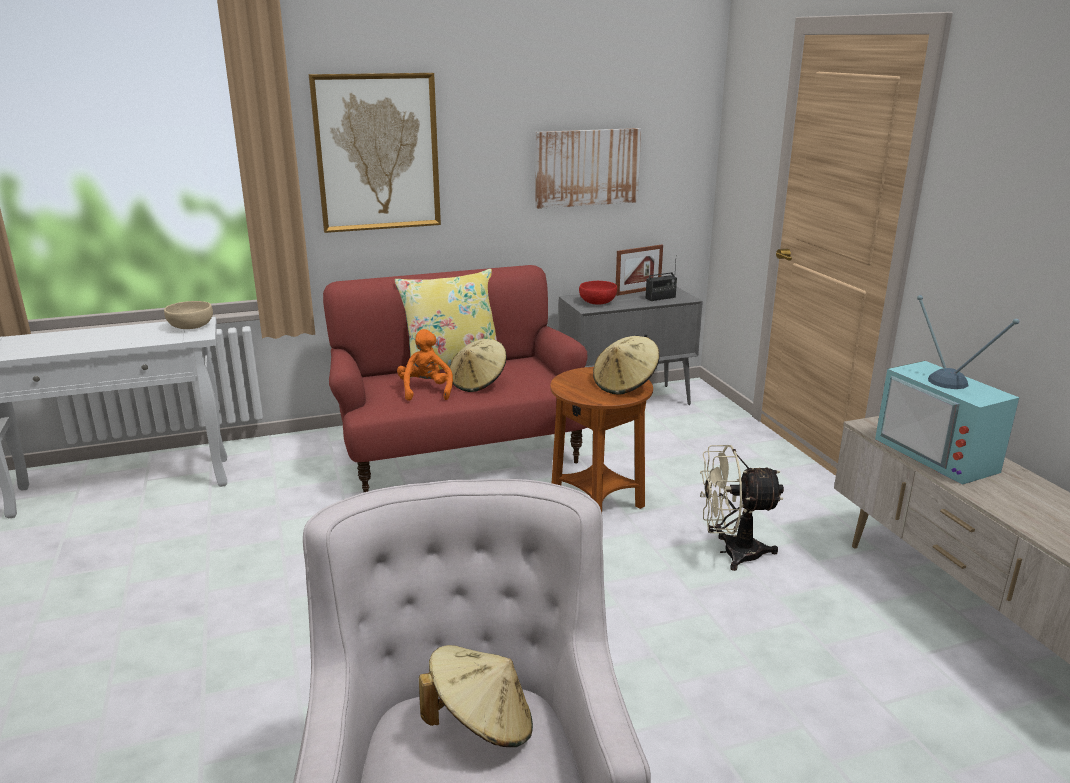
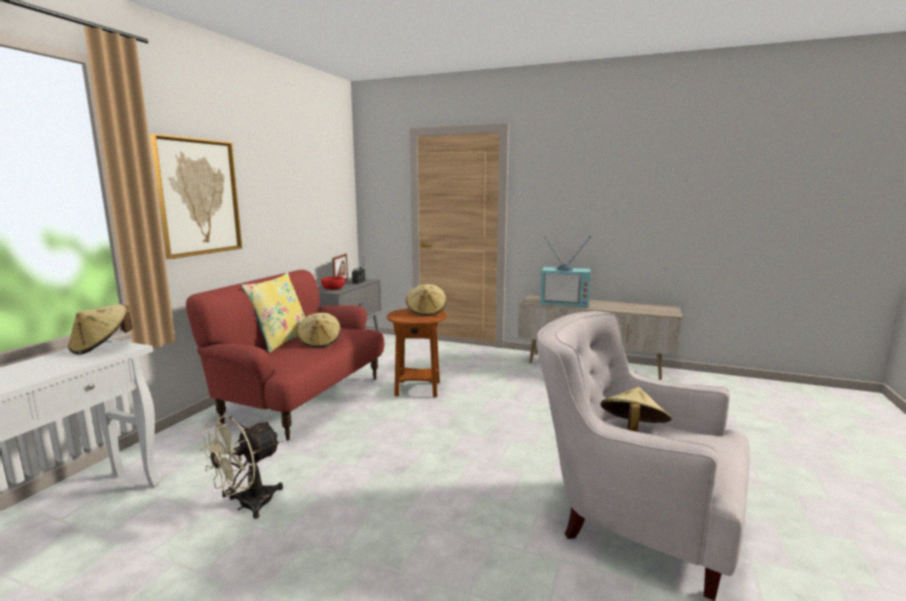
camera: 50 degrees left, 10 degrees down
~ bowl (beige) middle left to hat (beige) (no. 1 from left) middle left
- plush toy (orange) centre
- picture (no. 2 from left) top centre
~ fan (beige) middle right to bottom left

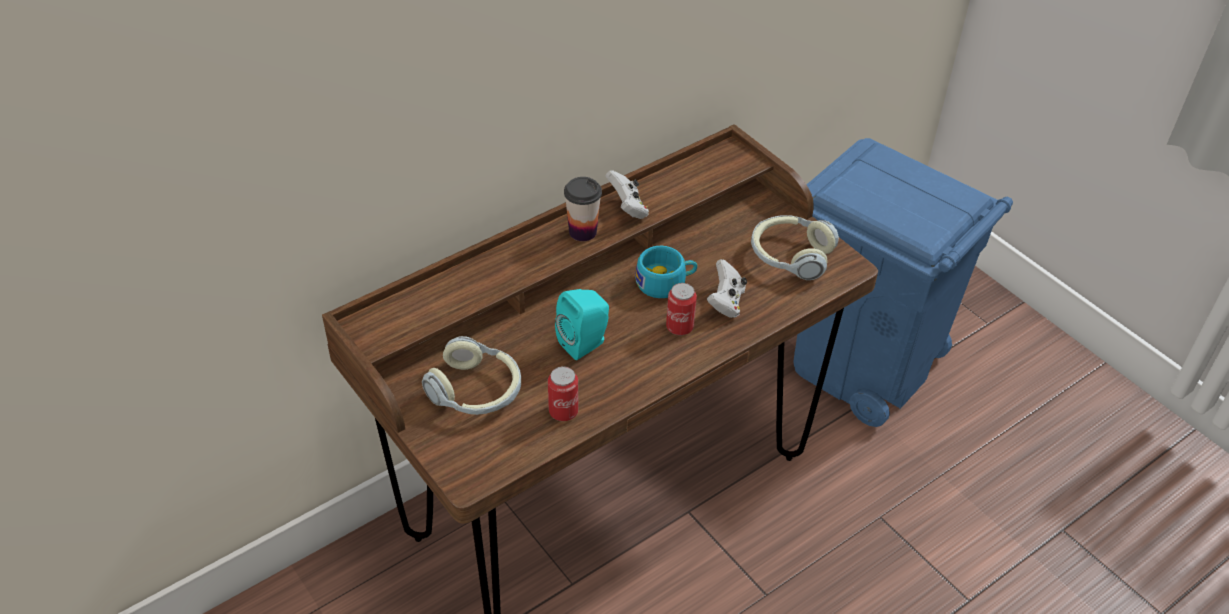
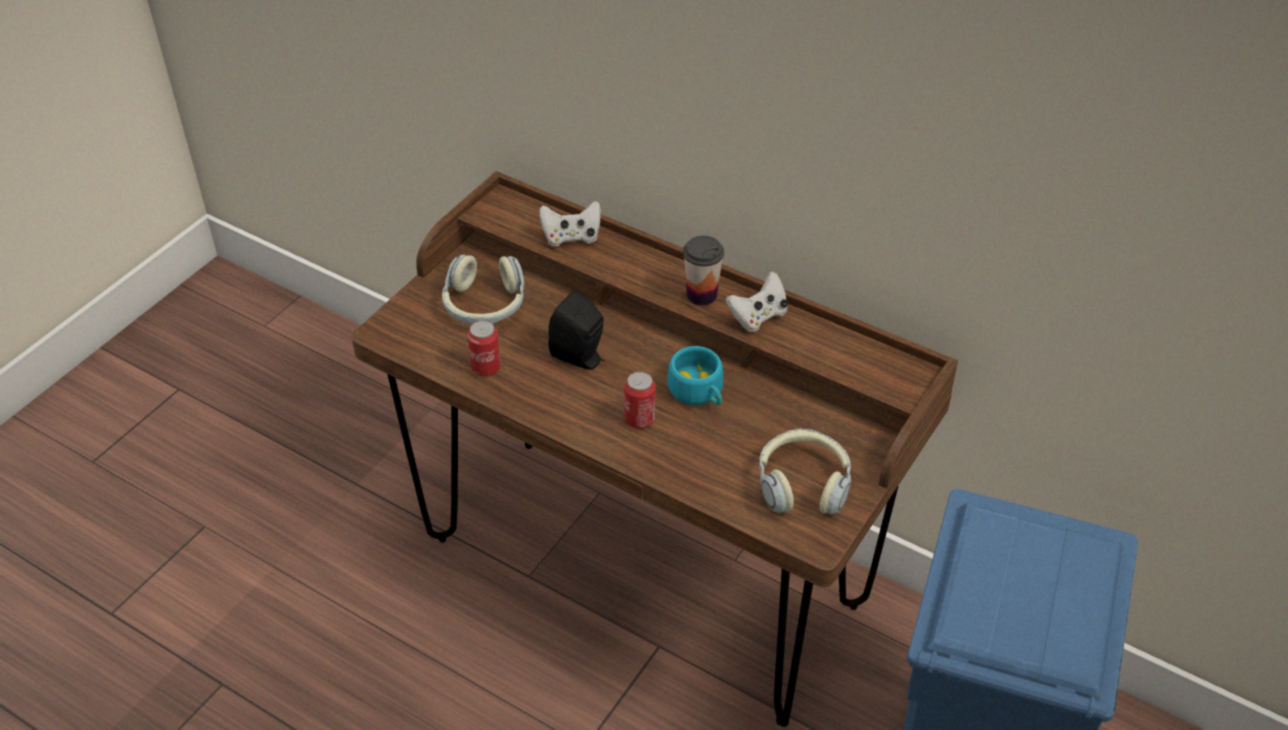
camera: 70 degrees right, 0 degrees up
~ speaker (turquoise) centre to speaker (black) centre
~ game controller (white) (no. 2 from left in the first image) centre to game controller (white) (no. 1 from left) top centre

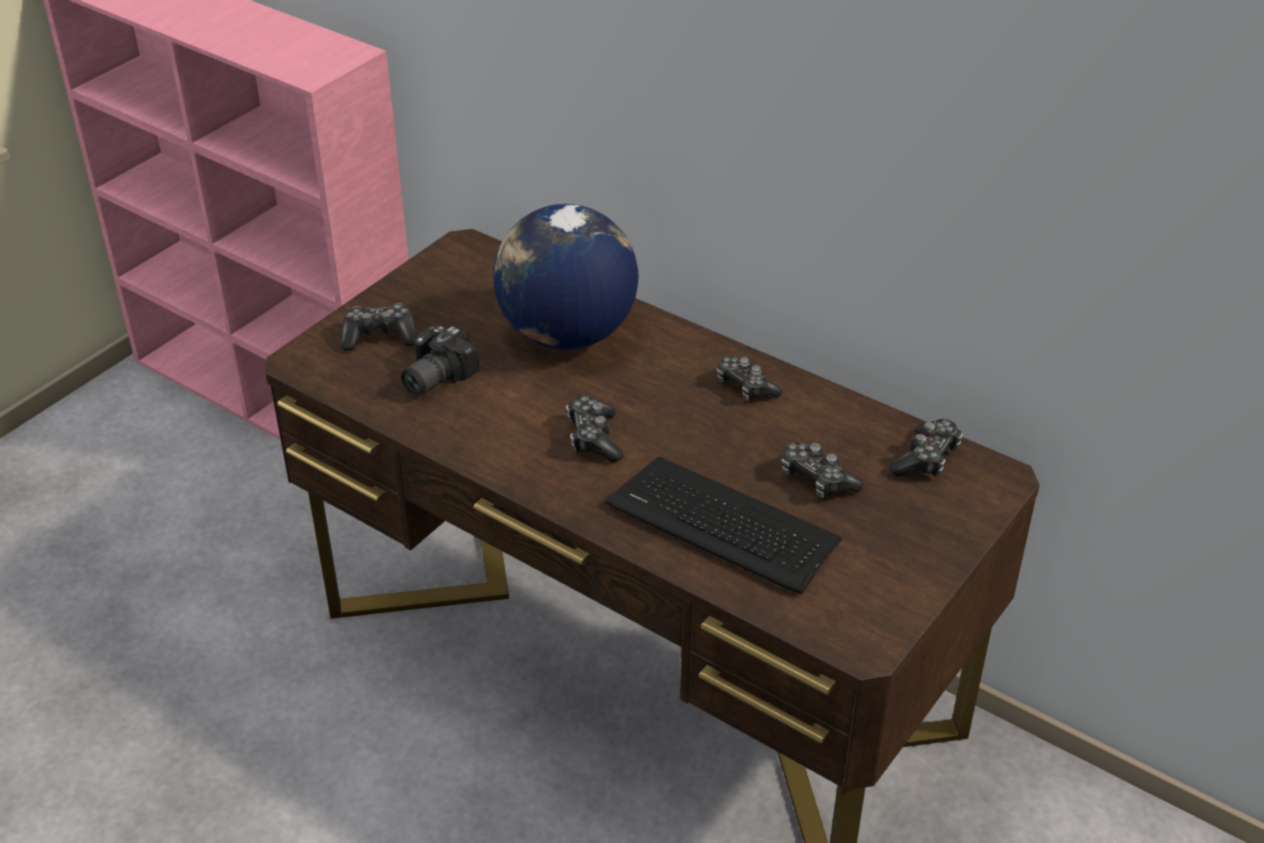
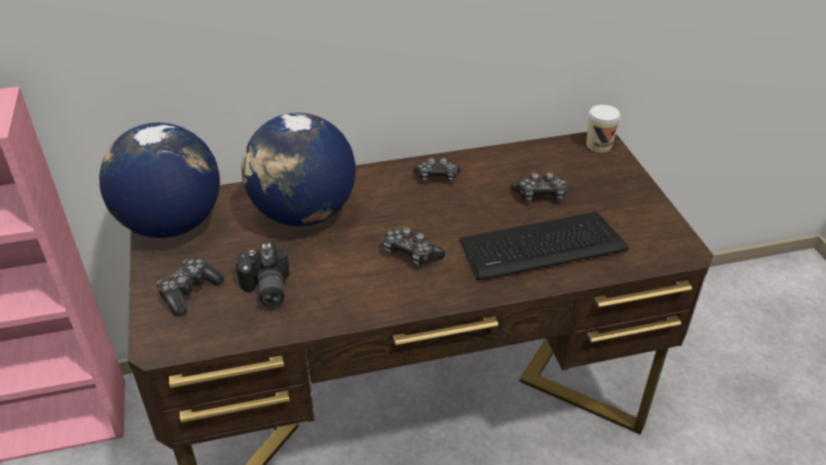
camera: 50 degrees left, 0 degrees up
- game controller (no. 5 from left) middle right
+ globe (no. 1 from left) middle left
+ cup top right

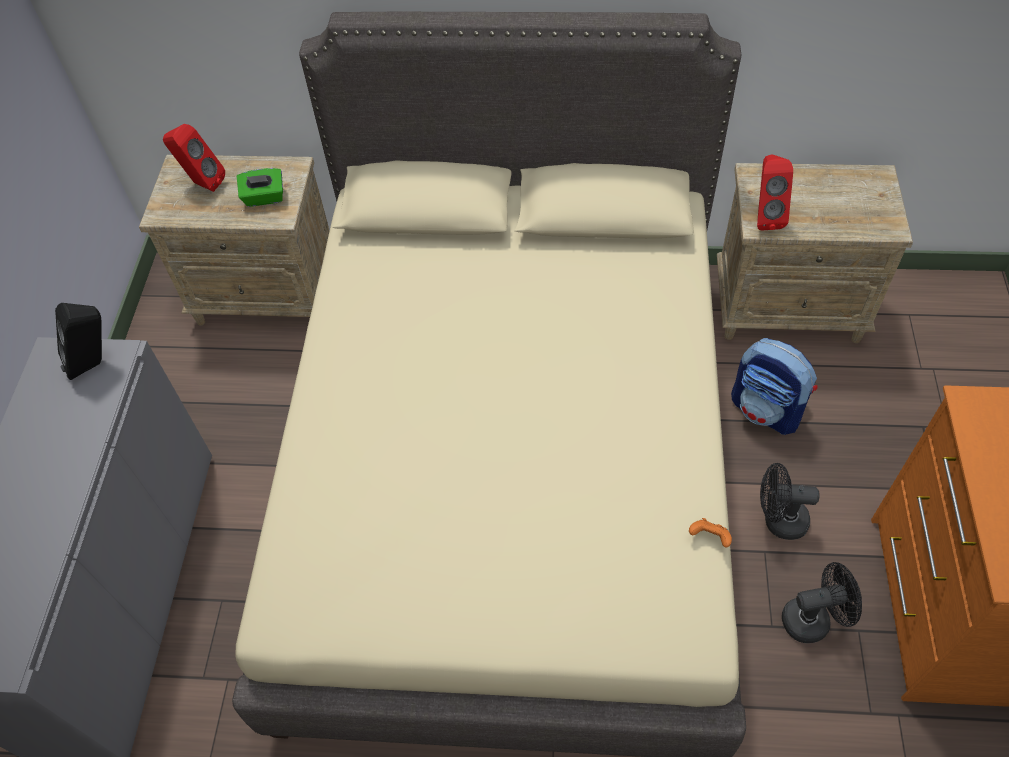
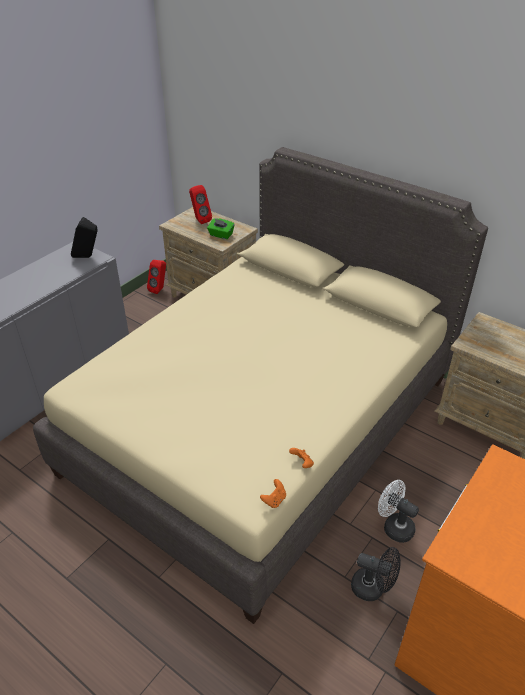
camera: 30 degrees right, 15 degrees down
- backpack middle right
~ speaker (red) (no. 2 from left in the first image) top right to speaker (red) (no. 1 from left) middle left
~ fan (black) (no. 1 from left) middle right to fan (white) bottom right
+ game controller (orange) (no. 1 from left) bottom centre

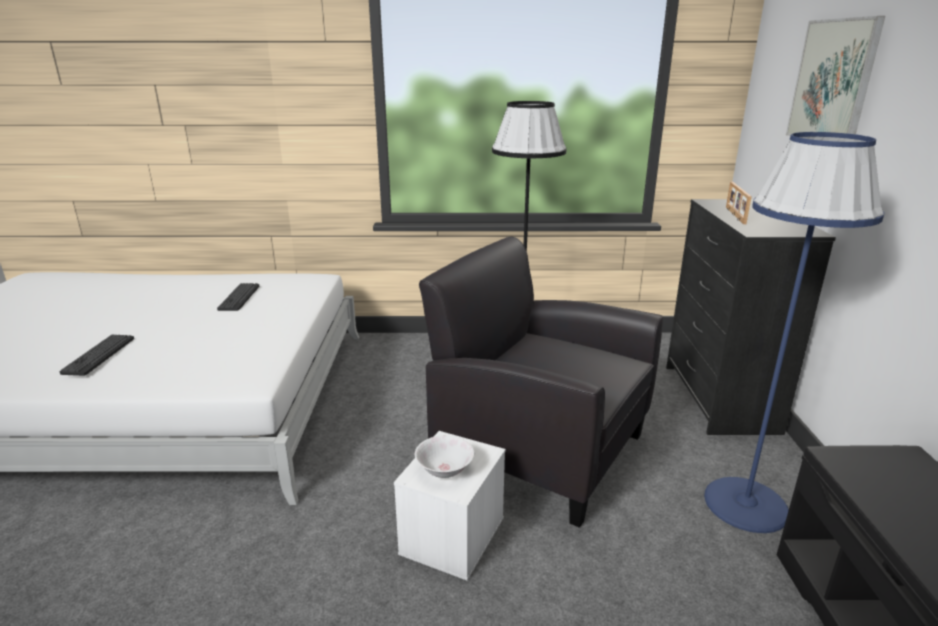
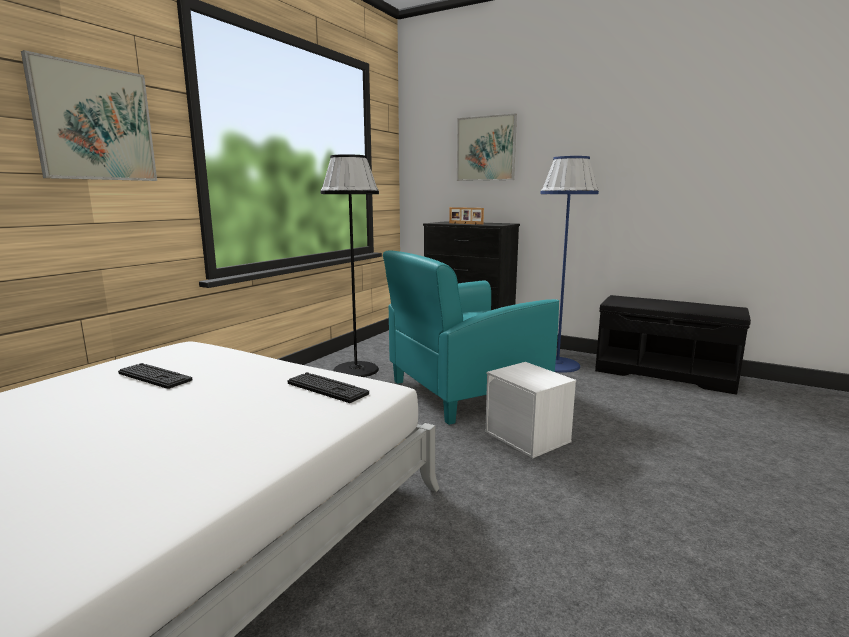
camera: 60 degrees left, 10 degrees down
~ keyboard (no. 1 from left in the first image) middle left to keyboard (no. 2 from left) centre
- bowl (white) bottom centre
~ armchair (black) centre to armchair (turquoise) centre
+ picture (no. 1 from left) top left

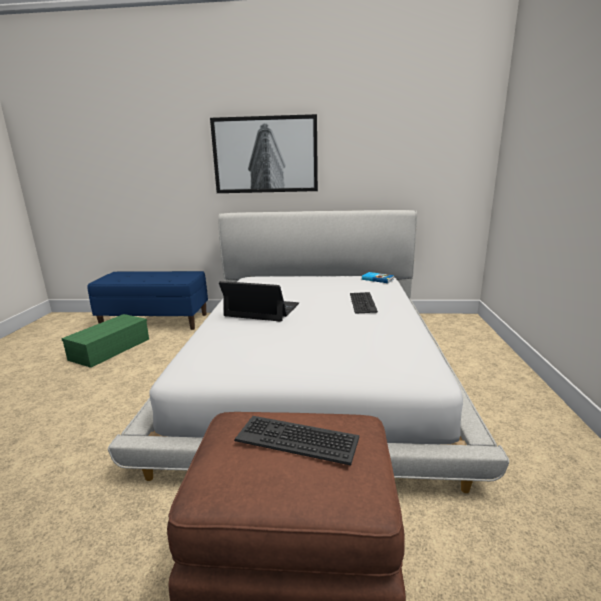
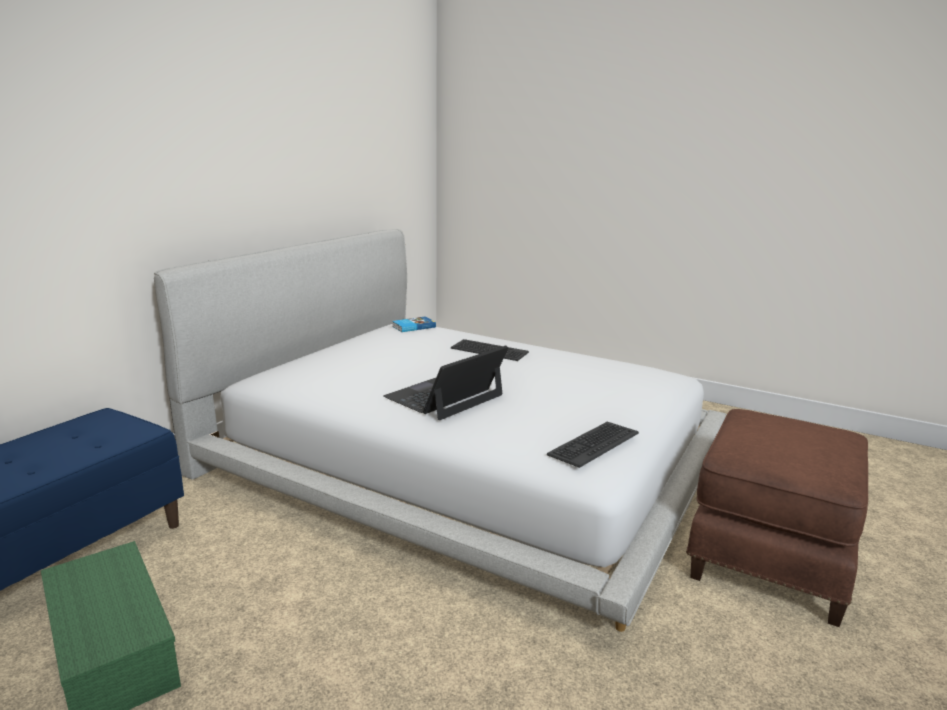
camera: 65 degrees left, 0 degrees up
- picture top centre
~ keyboard (no. 1 from left in the first image) bottom centre to keyboard (no. 2 from left) centre

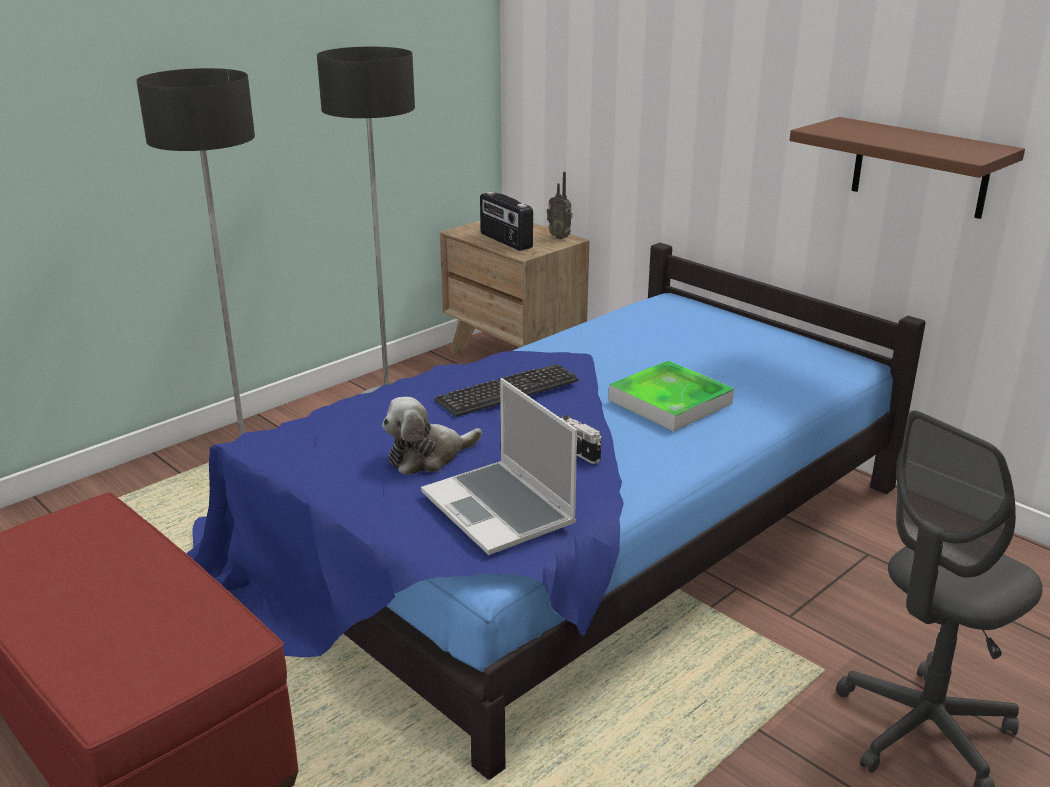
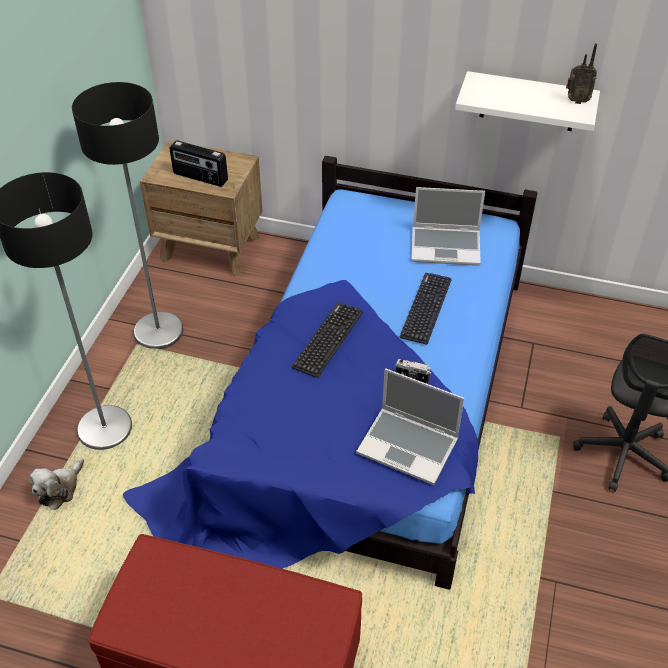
camera: 30 degrees left, 20 degrees up
~ plush toy centre to bottom left
~ radio (no. 2 from left) top centre to top right
~ tray centre to keyboard (no. 2 from left) centre
~ shelf (brown) top right to shelf (white) top right
+ laptop (no. 2 from left) middle right

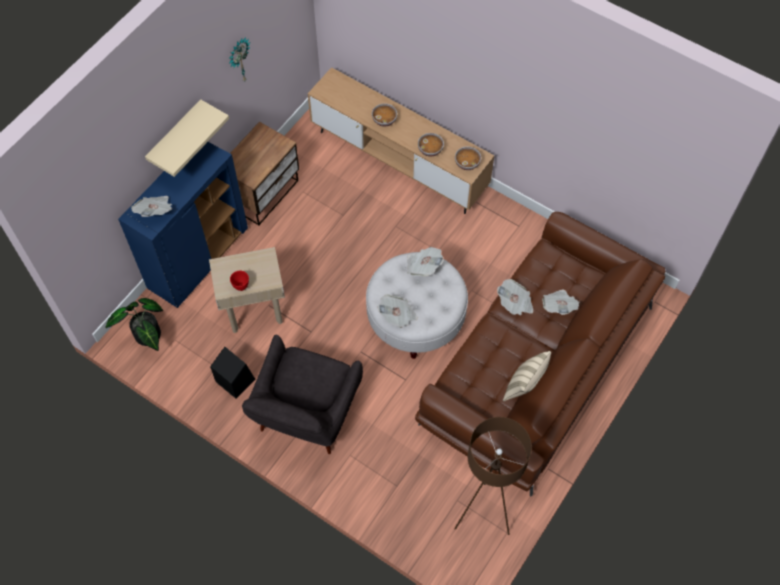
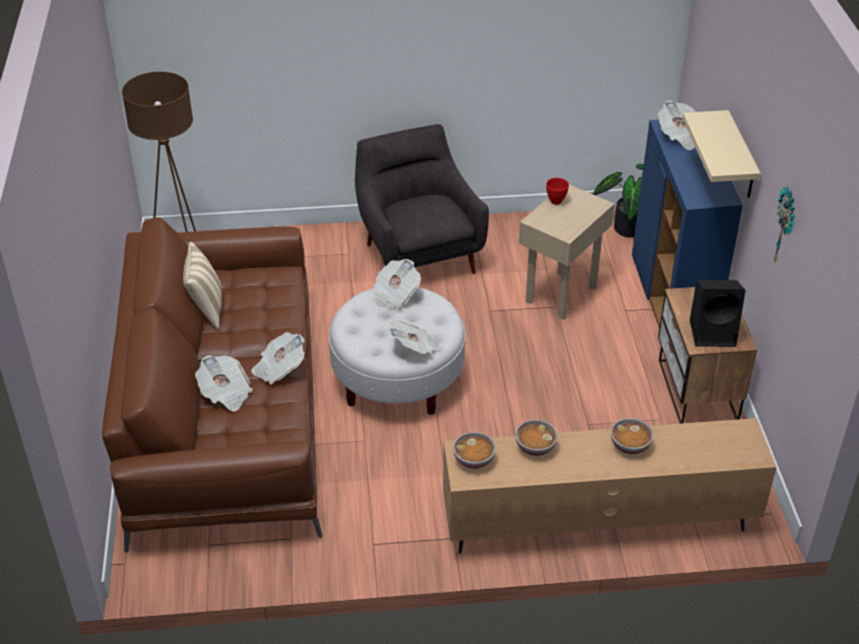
camera: 140 degrees right, 20 degrees down
~ speaker (black) middle left to middle right

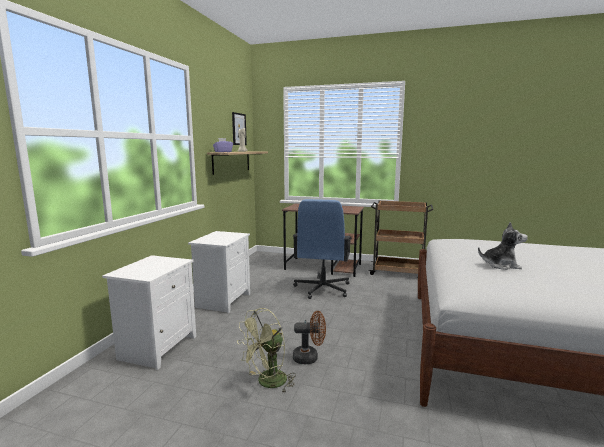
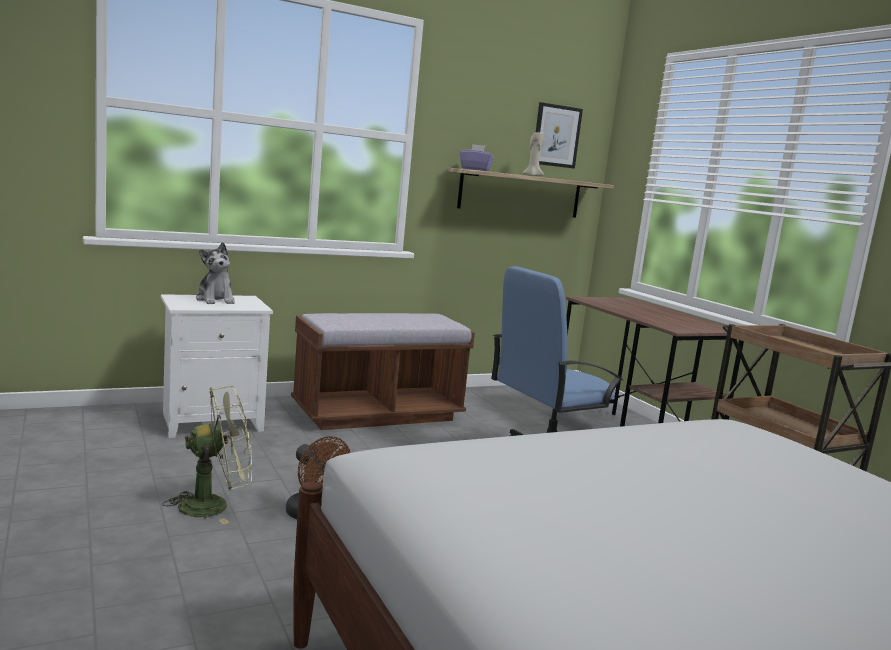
camera: 45 degrees right, 0 degrees up
~ nightstand (white) (no. 2 from left) centre to bench (brown) centre
~ fan (green) bottom centre = bottom left 150 degrees clockwise
~ plush toy middle right to middle left

